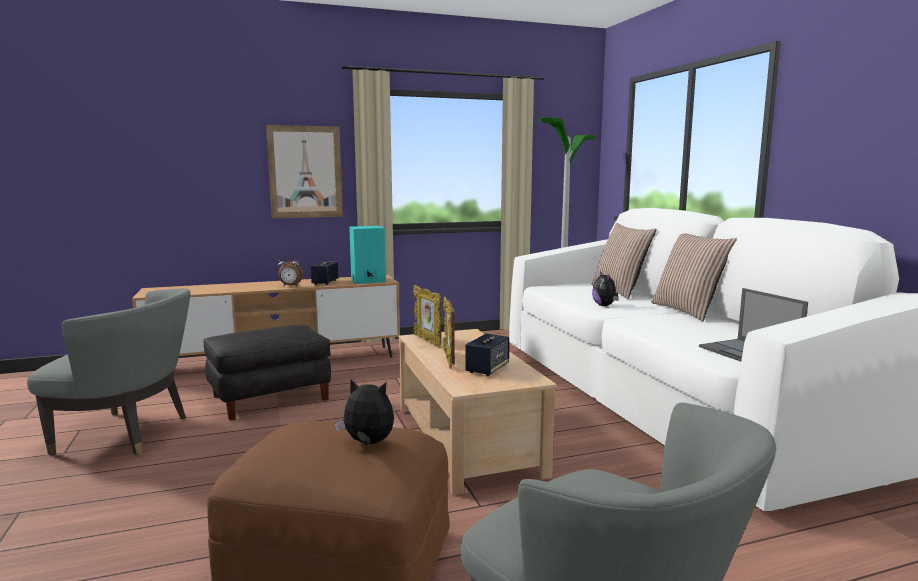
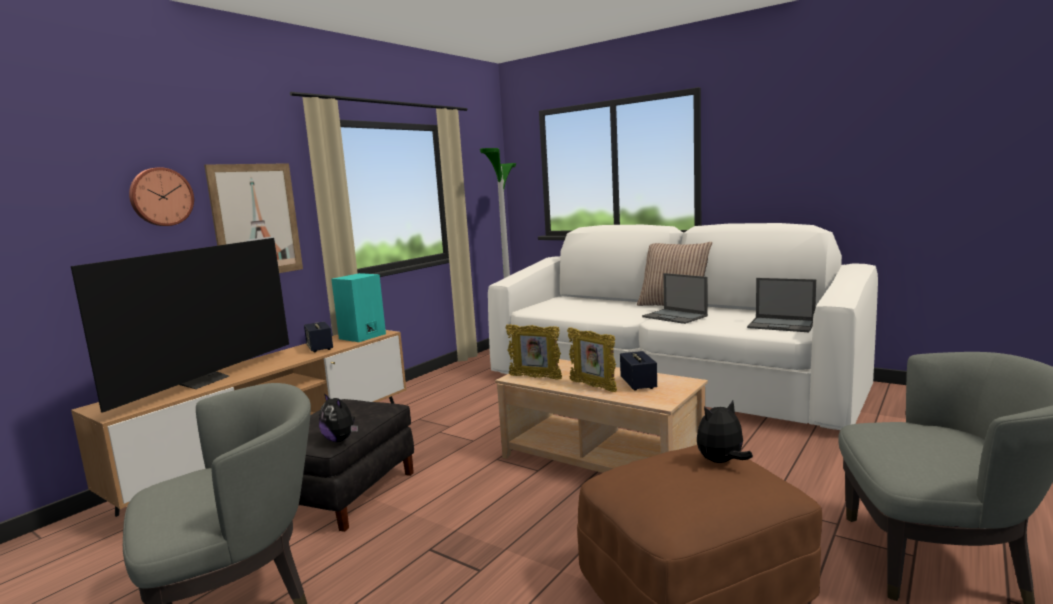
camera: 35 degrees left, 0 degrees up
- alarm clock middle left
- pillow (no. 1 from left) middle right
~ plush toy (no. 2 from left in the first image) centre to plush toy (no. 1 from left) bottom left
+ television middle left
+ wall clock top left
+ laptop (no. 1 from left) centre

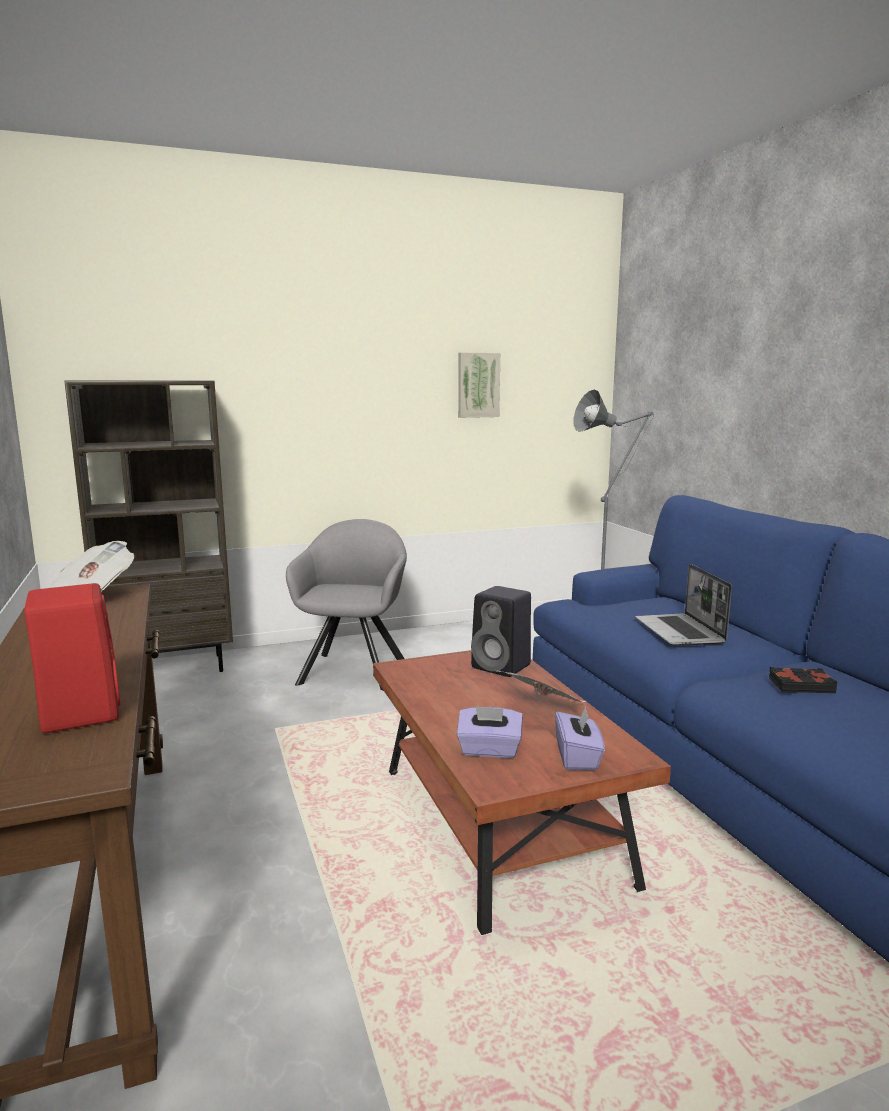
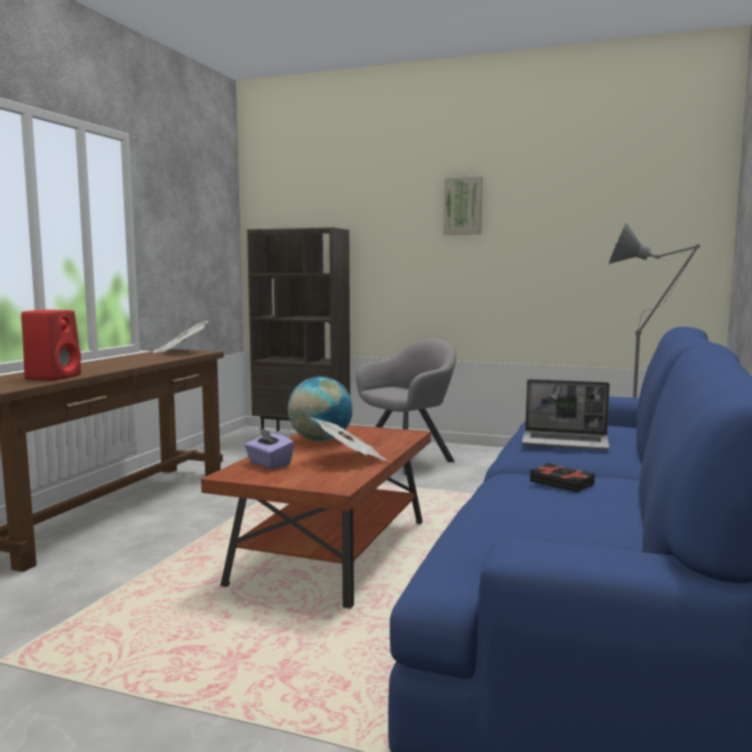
camera: 40 degrees right, 5 degrees down
~ picture centre to top centre
- speaker (black) centre
- tissue box (purple) (no. 2 from left) centre
~ laptop middle right = middle right 105 degrees counterclockwise
+ globe centre

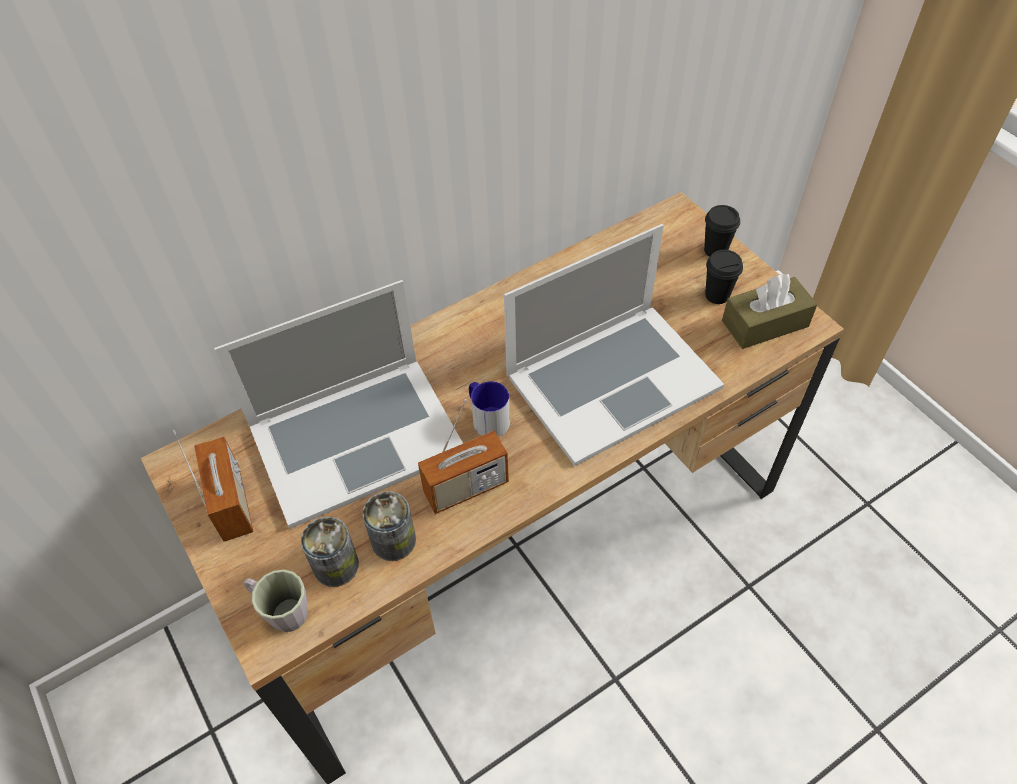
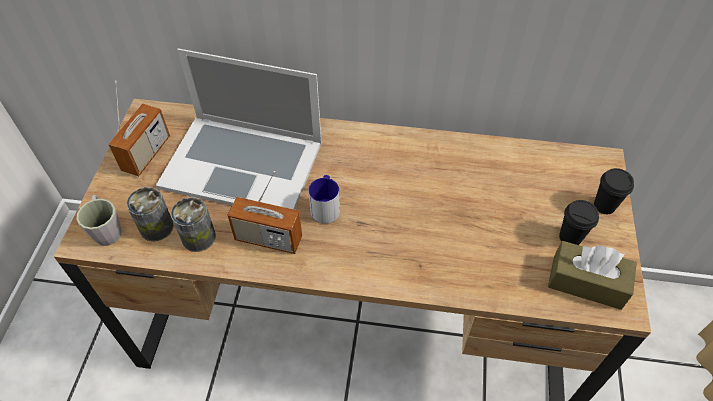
camera: 40 degrees right, 0 degrees up
- laptop (no. 2 from left) centre

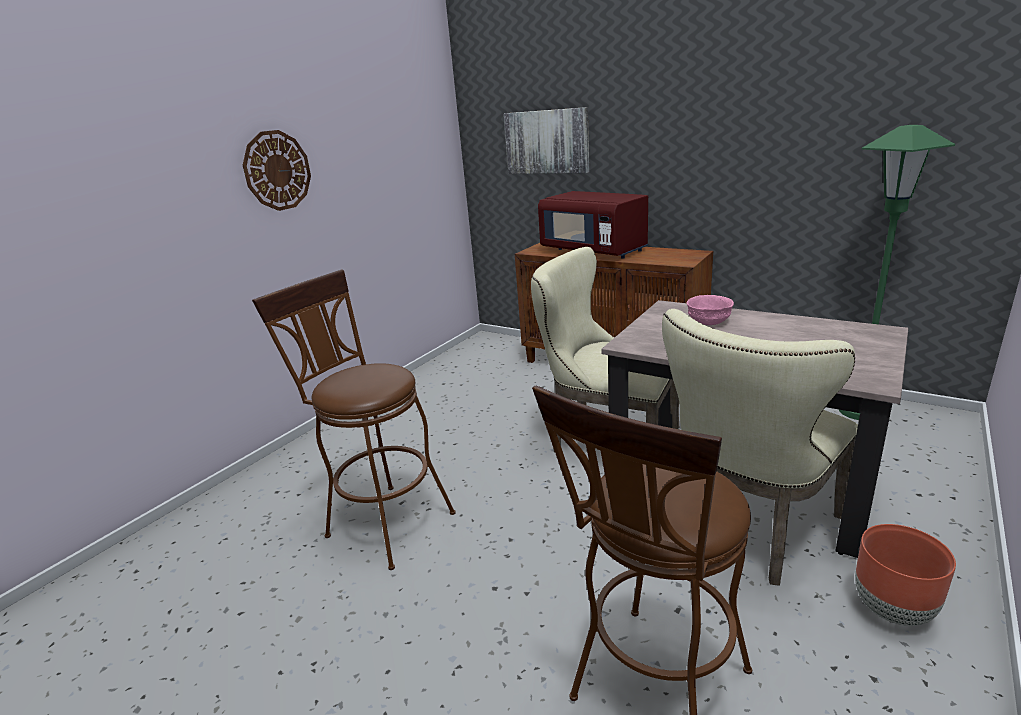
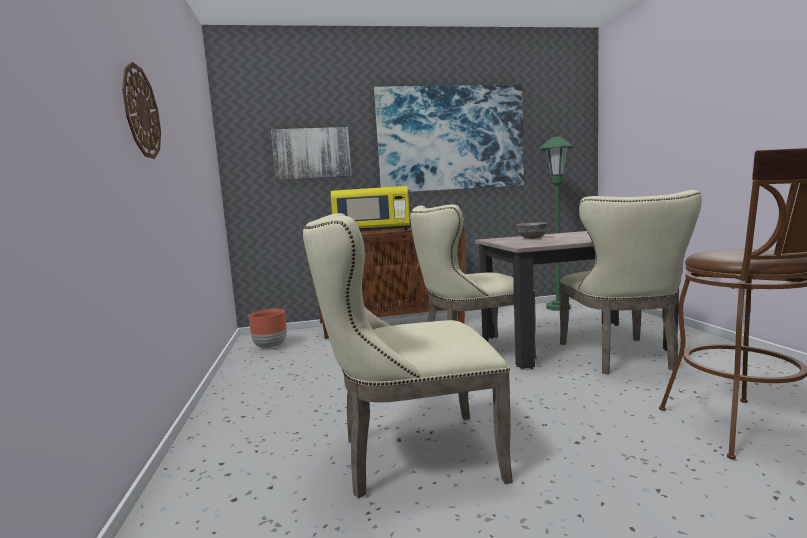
camera: 45 degrees left, 15 degrees down
~ stool (brown) (no. 1 from left) centre to chair (beige) (no. 1 from left) centre
~ microwave (red) top centre to microwave (yellow) centre
~ bowl (pink) middle right to bowl (grey) centre
~ planter (brown) bottom right to middle left
+ picture (no. 2 from left) top centre

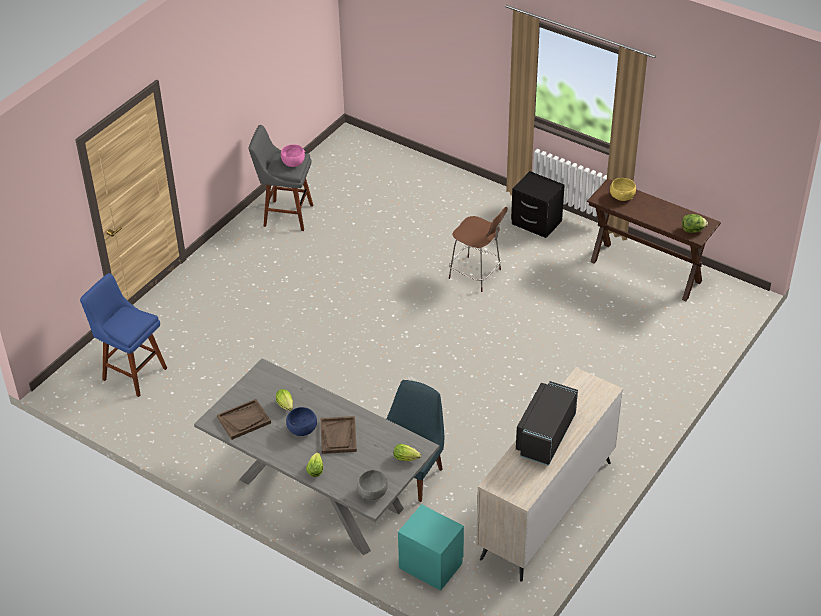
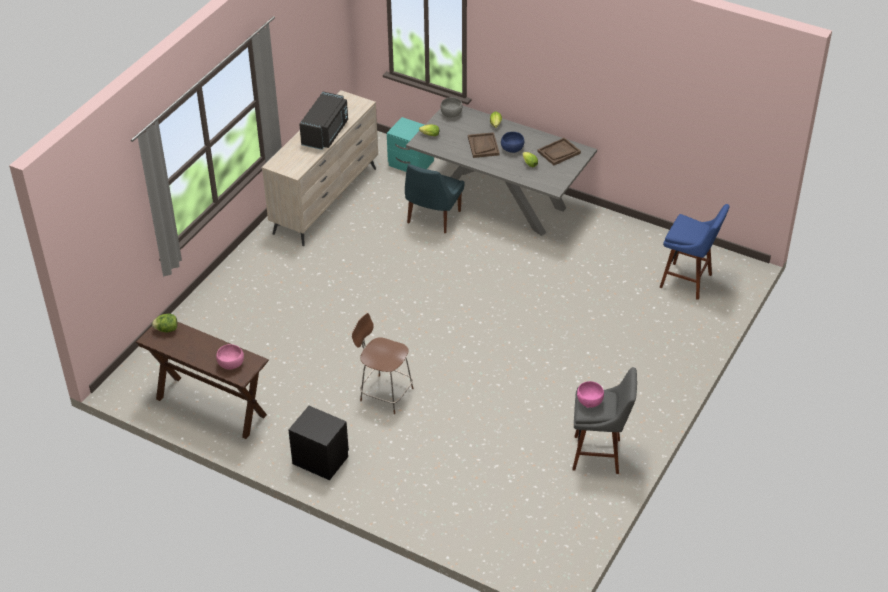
camera: 175 degrees right, 0 degrees up
~ bowl (yellow) top right to bowl (pink) (no. 1 from left) middle left

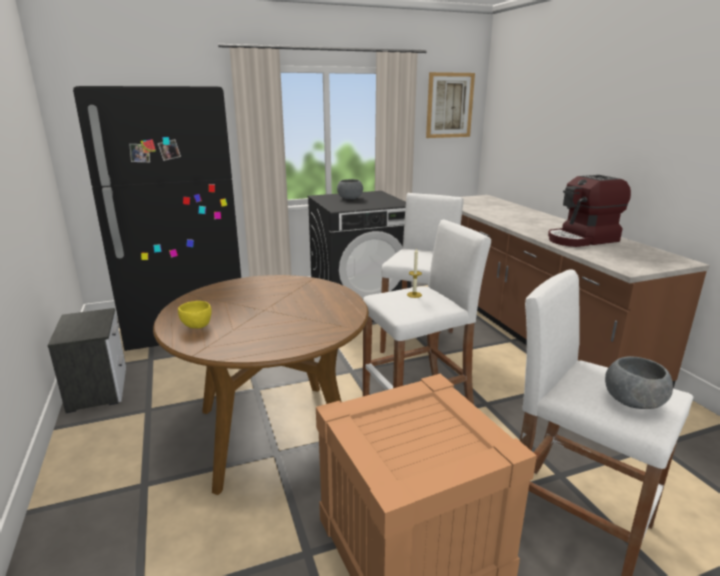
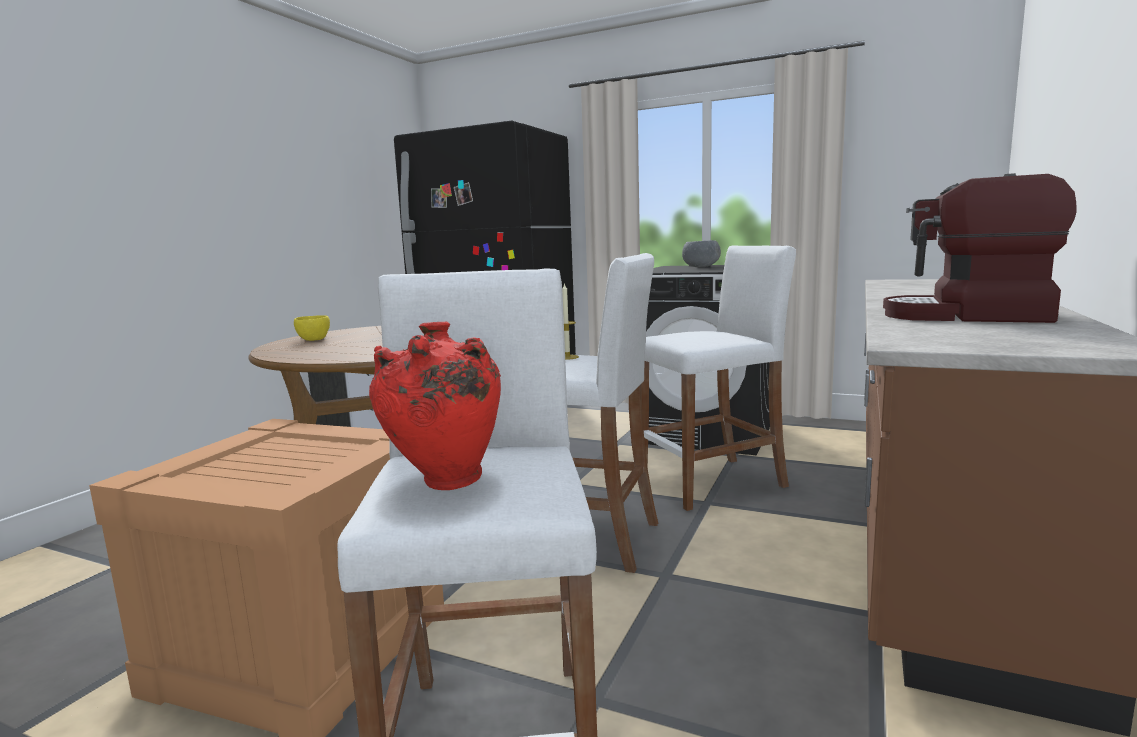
camera: 45 degrees right, 10 degrees down
- picture top centre
~ bowl (grey) (no. 2 from left) middle right to vase (red) centre

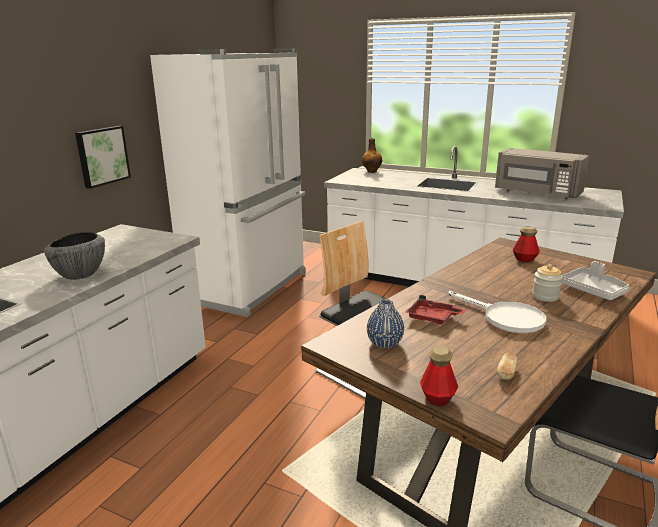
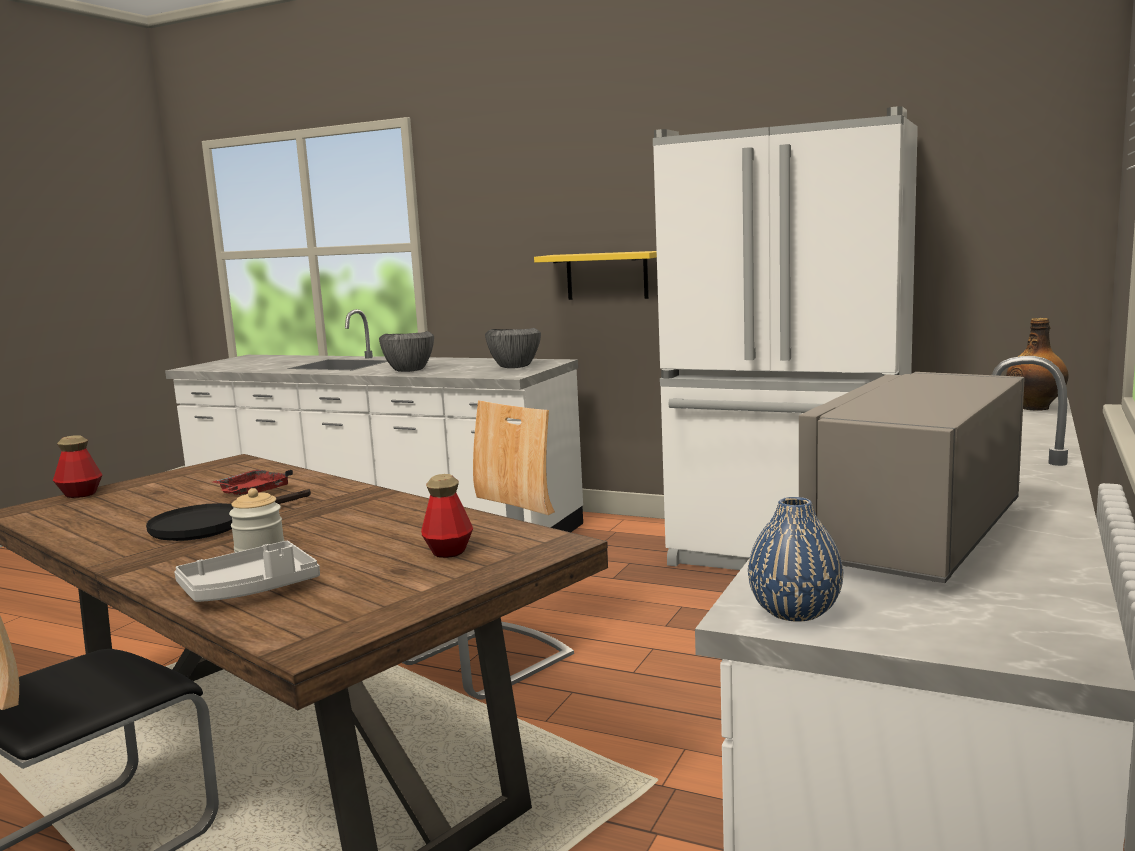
camera: 90 degrees right, 10 degrees down
~ picture top left to shelf (yellow) top centre
~ vase (blue) centre to middle right
~ frying pan (white) middle right to frying pan (black) middle left
- bread bottom right
+ bowl (no. 2 from left) centre

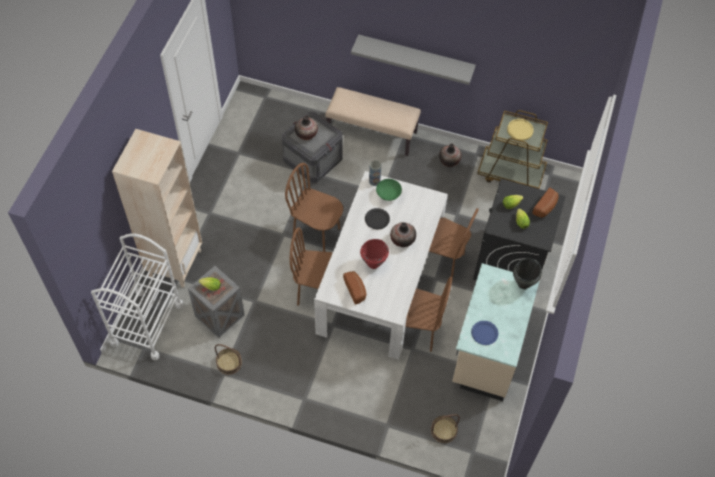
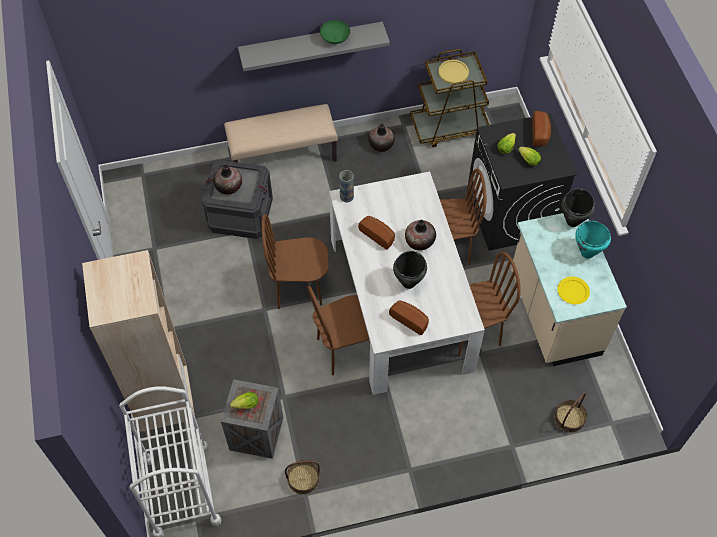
camera: 30 degrees left, 0 degrees up
~ cooking pot (red) centre to cooking pot (black) (no. 1 from left) centre
~ plate (black) centre to bread (no. 1 from left) centre
~ bowl (green) centre to top centre
~ plate (blue) bottom right to plate (yellow) (no. 2 from left) middle right
+ cooking pot (turquoise) middle right

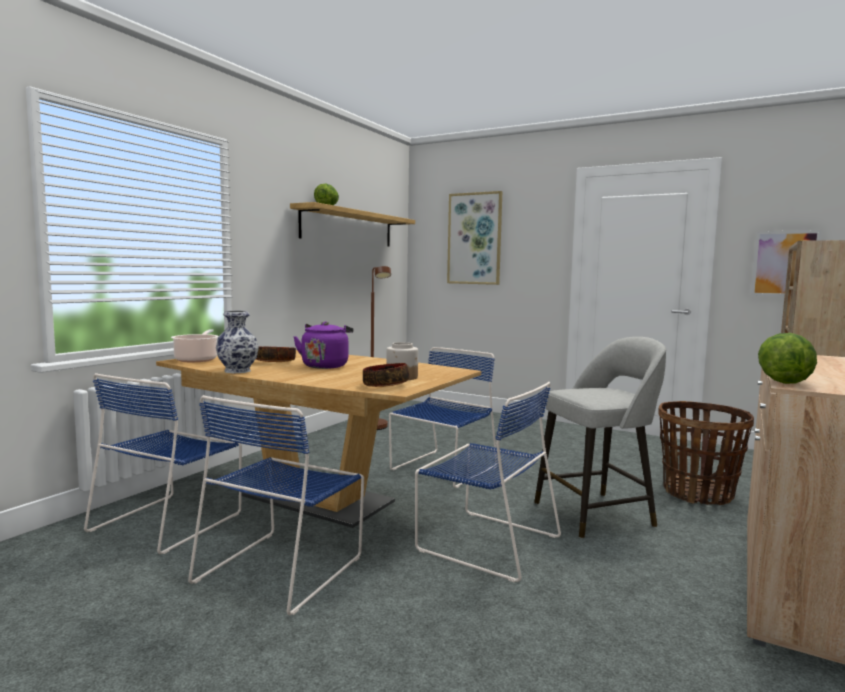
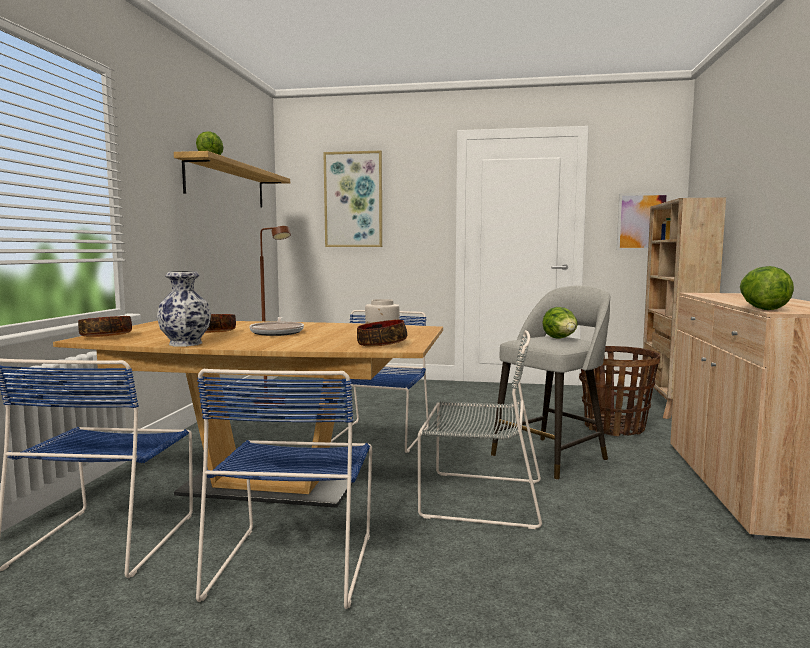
camera: 20 degrees left, 0 degrees up
~ cooking pot middle left to bowl (no. 1 from left) middle left
~ kettle (purple) centre to frying pan centre
~ chair (blue) (no. 4 from left) bottom centre to chair (grey) centre
+ lettuce (no. 2 from left) middle right

